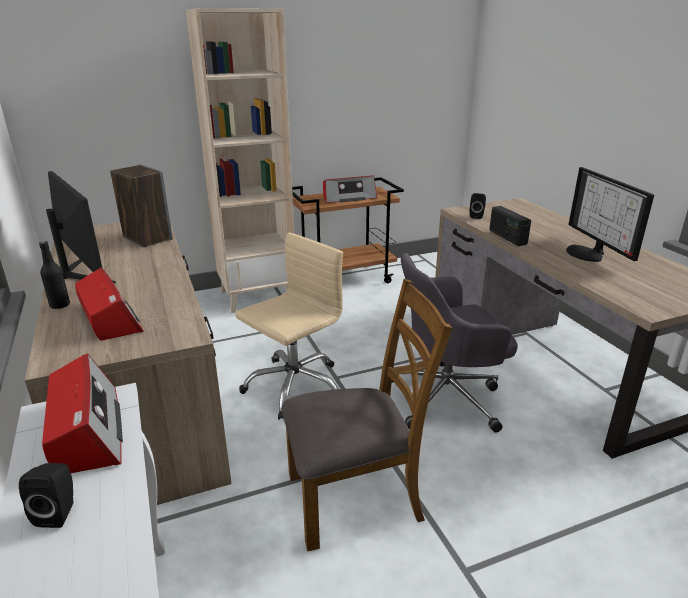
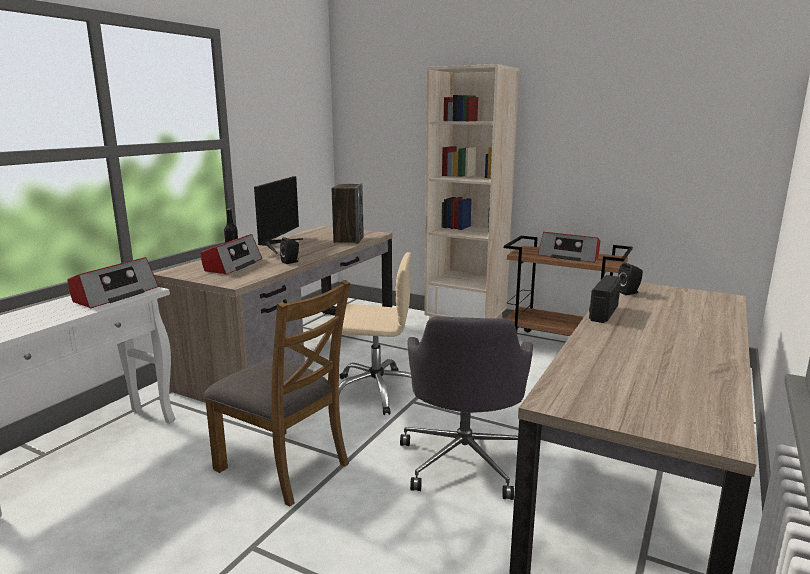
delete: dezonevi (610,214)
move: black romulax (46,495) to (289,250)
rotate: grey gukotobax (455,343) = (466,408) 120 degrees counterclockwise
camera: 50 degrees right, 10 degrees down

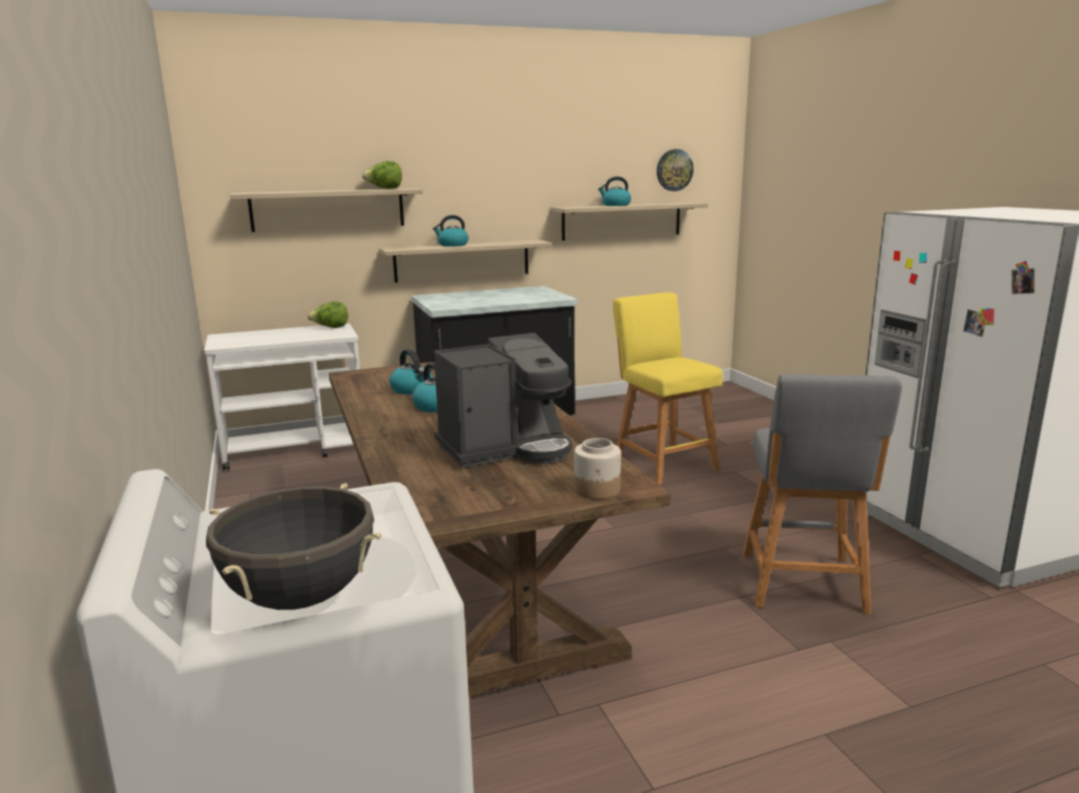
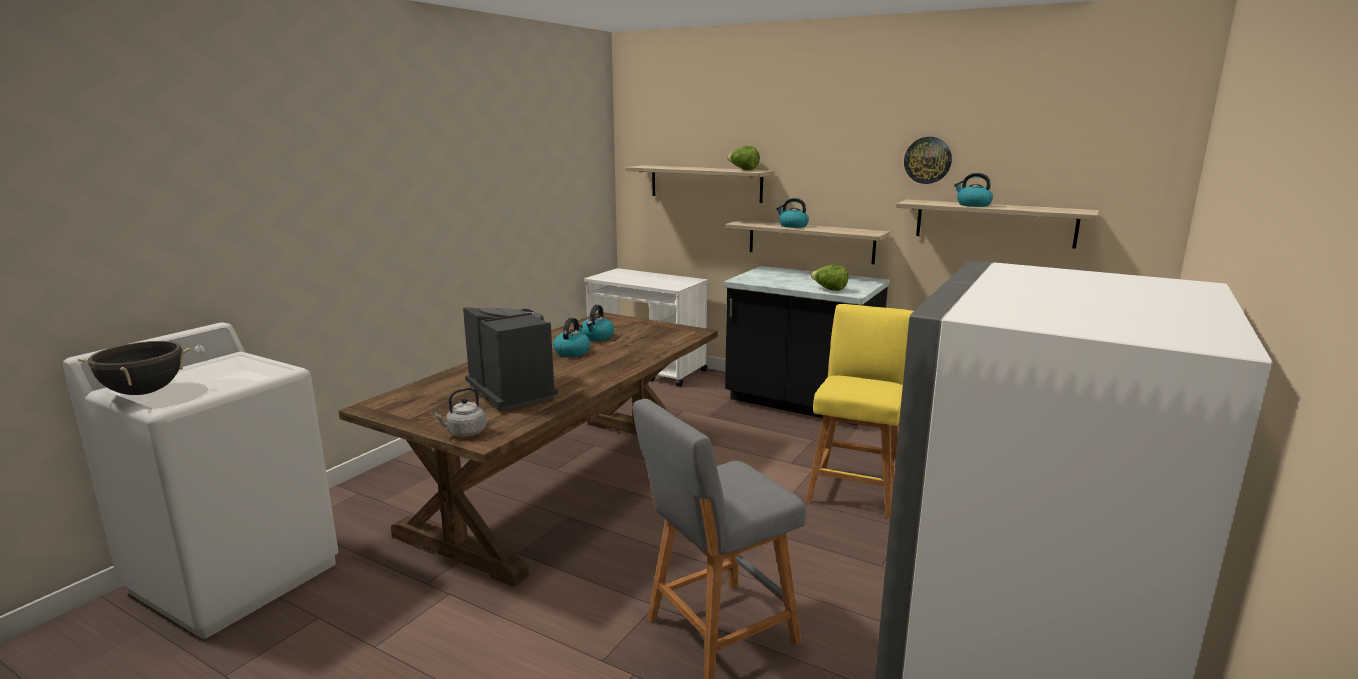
move: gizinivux (675,170) to (928,160); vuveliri (327,314) to (829,277)
replace: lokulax (597,469) to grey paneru (460,412)
rotate: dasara (503,400) = (510,359) 150 degrees counterclockwise
camera: 50 degrees right, 0 degrees up

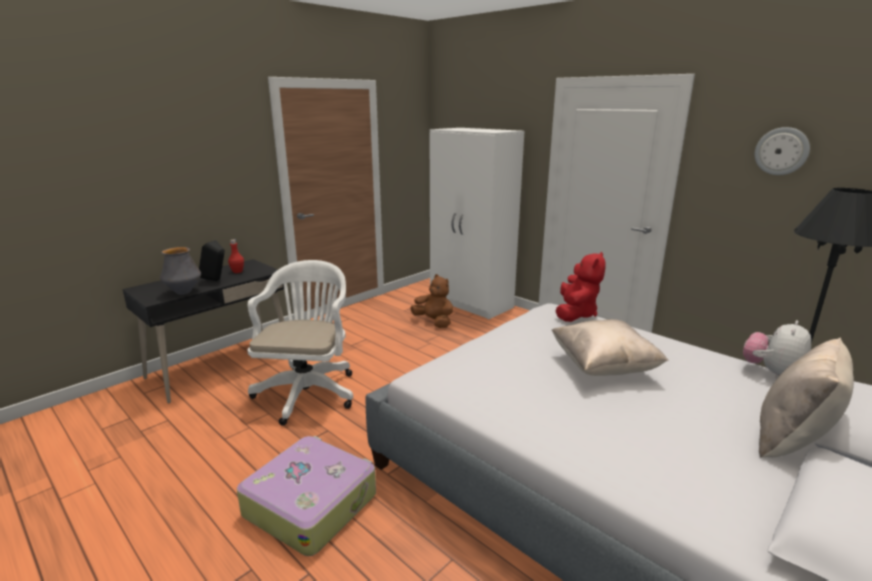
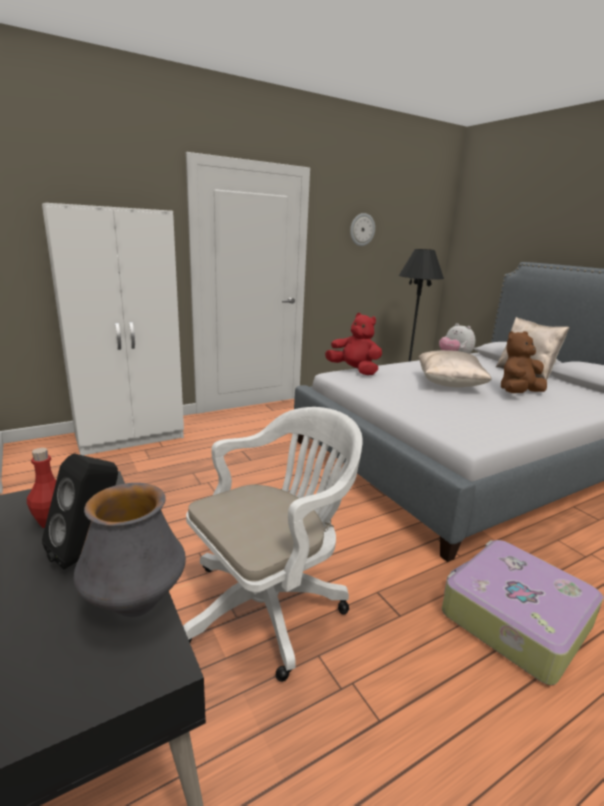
move: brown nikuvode (432,301) to (523,362)
rotate: white gukotobax (300,343) = (273,544) 120 degrees clockwise
camera: 75 degrees left, 0 degrees up

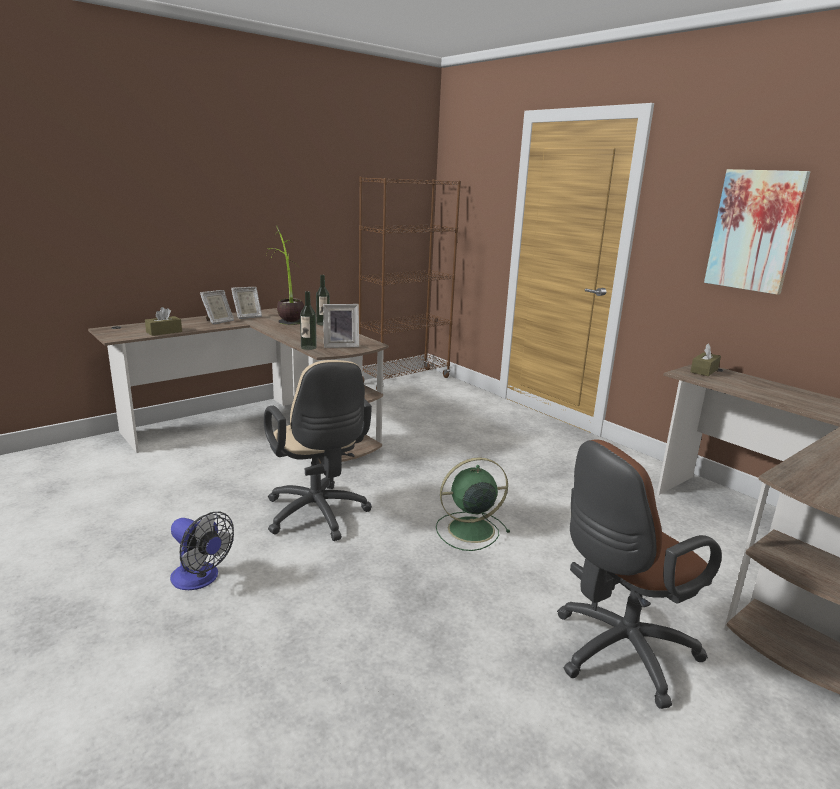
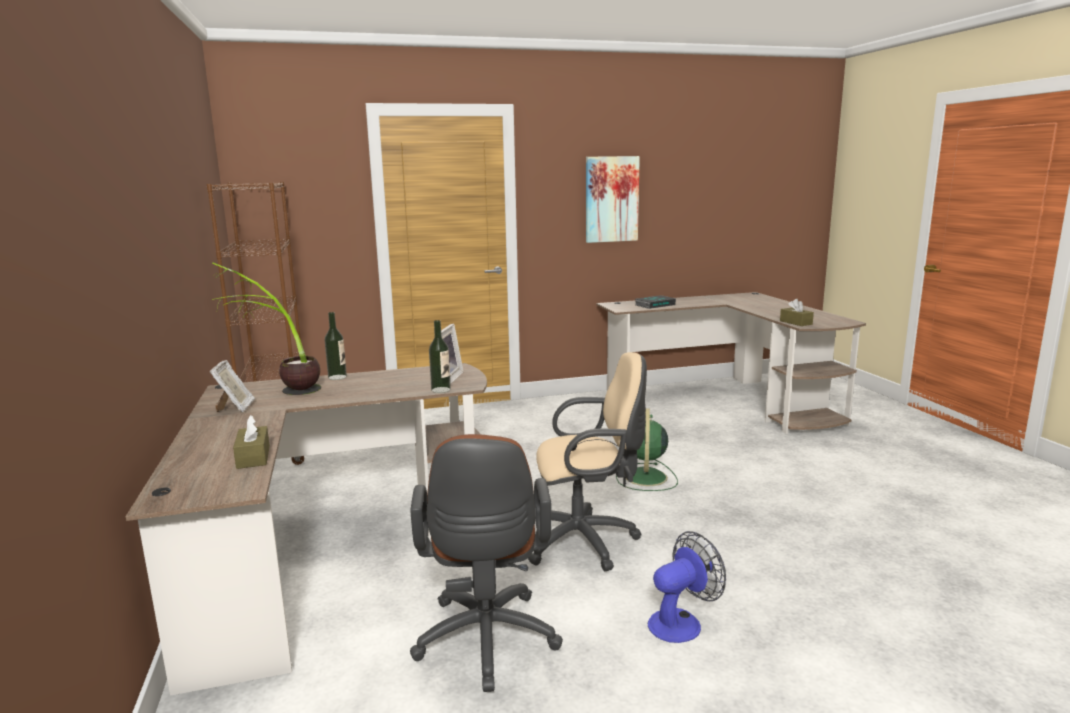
delete: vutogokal (217,307)
insert: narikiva (655,302)
move: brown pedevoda (705,359) to (797,312); brown gukotobax (639,574) to (486,563)
camera: 65 degrees left, 5 degrees down

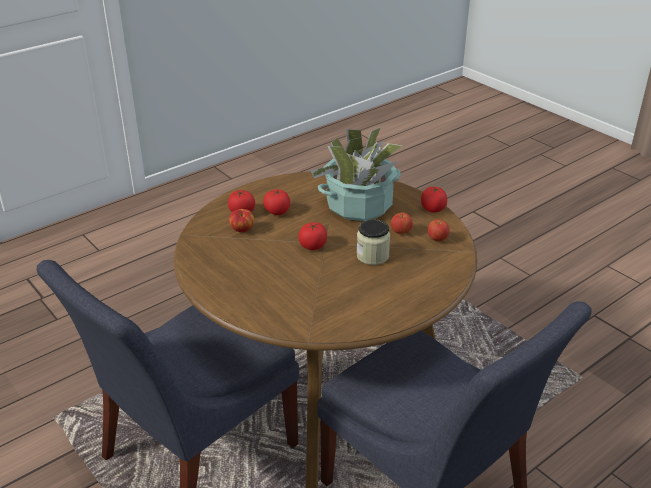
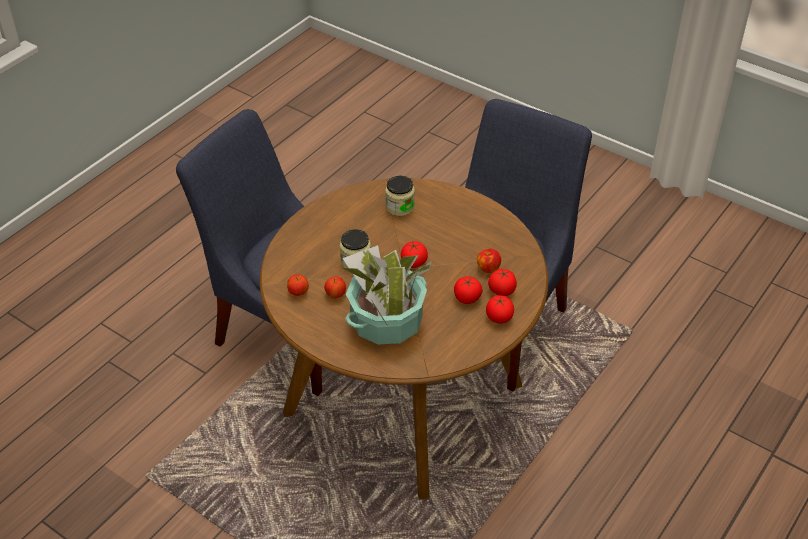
insert: lokulax (400,196)
move: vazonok (434,200) to (500,309)
camera: 165 degrees right, 10 degrees up

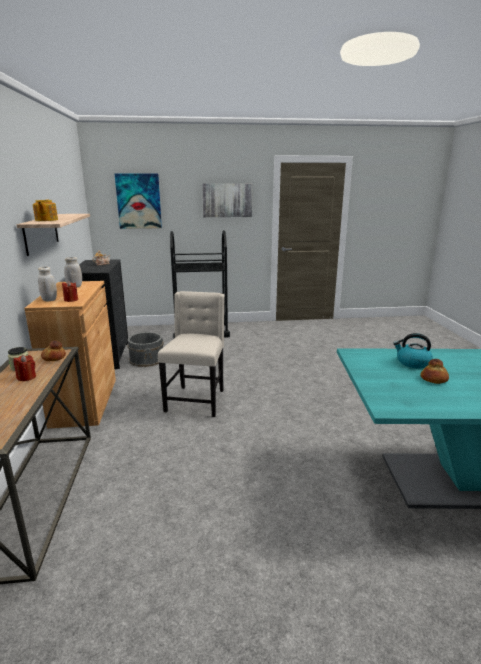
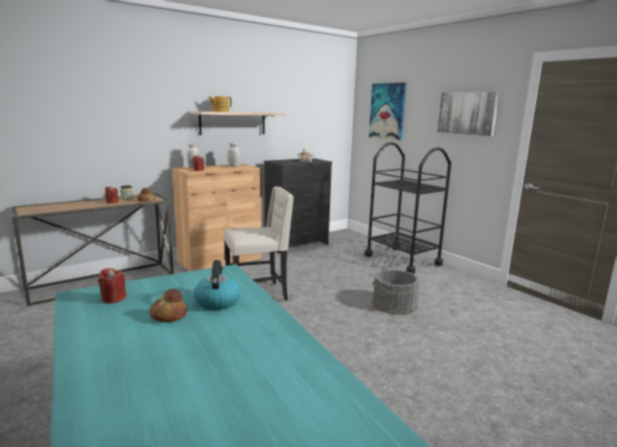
insert: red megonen (112,285)
move: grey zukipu (145,349) to (396,292)
camera: 60 degrees right, 5 degrees down

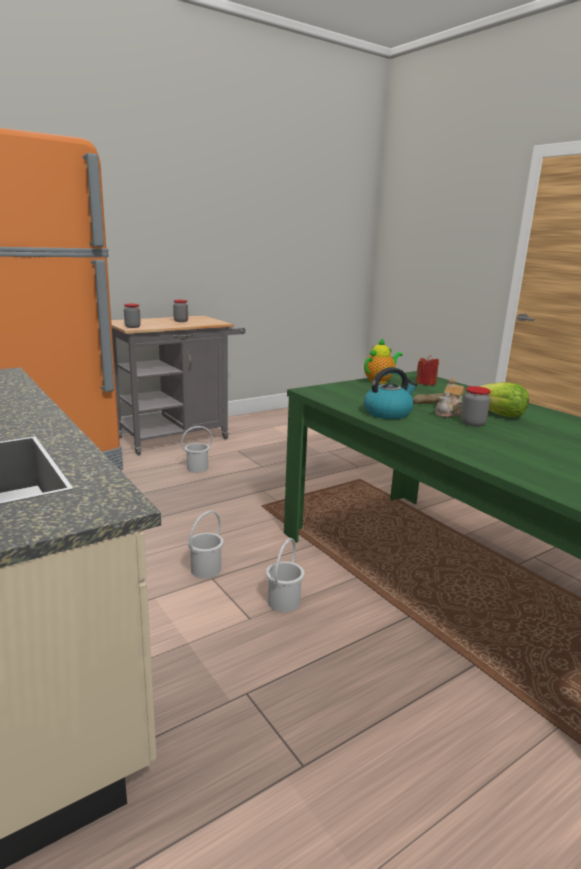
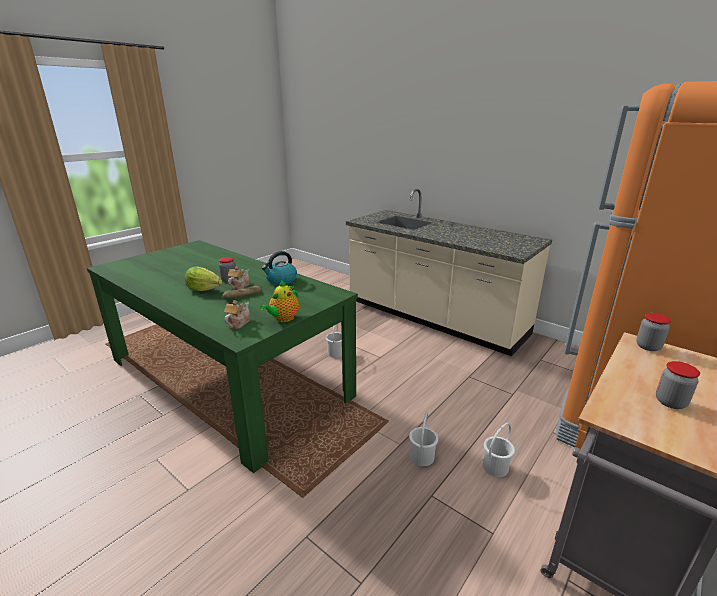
move: white zukipu (206,544) to (423,438)
replace: red megonen (427,370) to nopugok (237,314)
camera: 165 degrees right, 5 degrees up

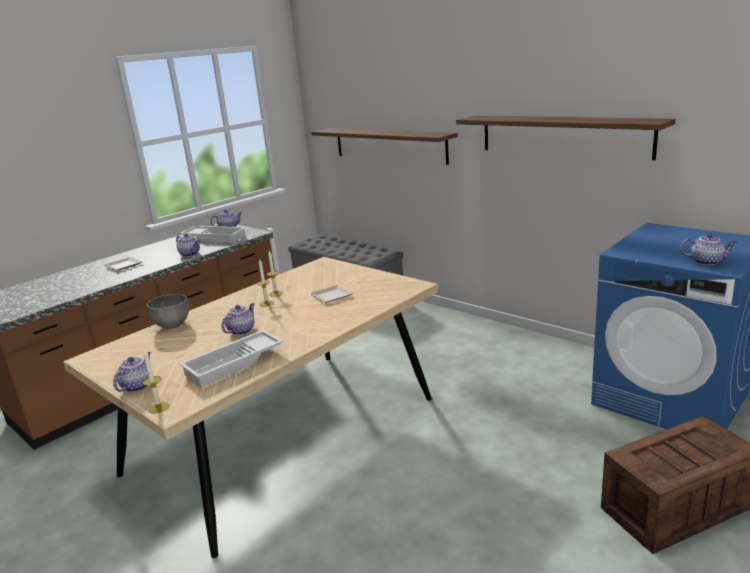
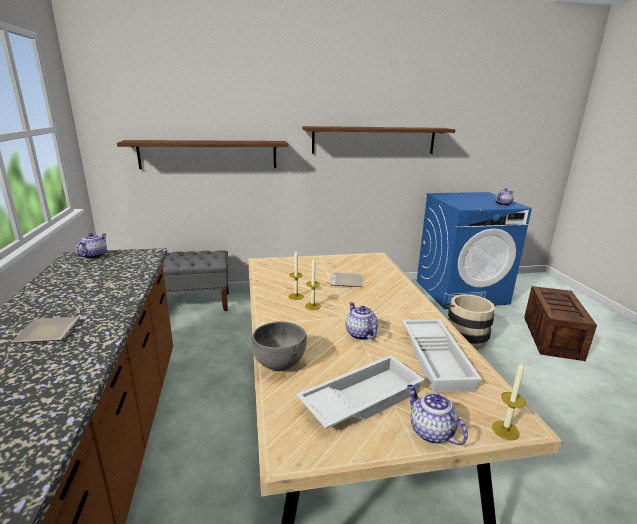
delete: nopugok (188,245)
insert: beige zukipu (468,321)
move: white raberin (213,234) to (360,392)
camera: 55 degrees left, 0 degrees up

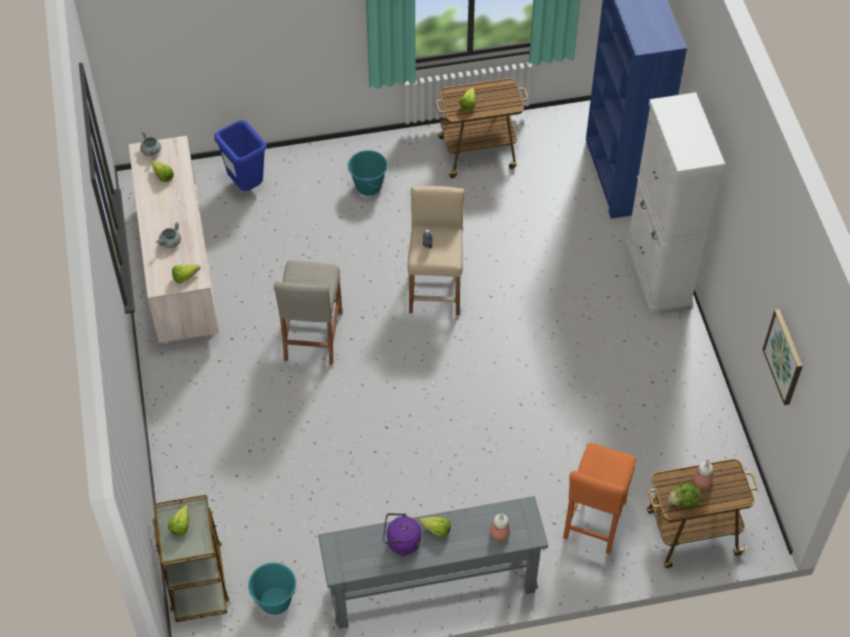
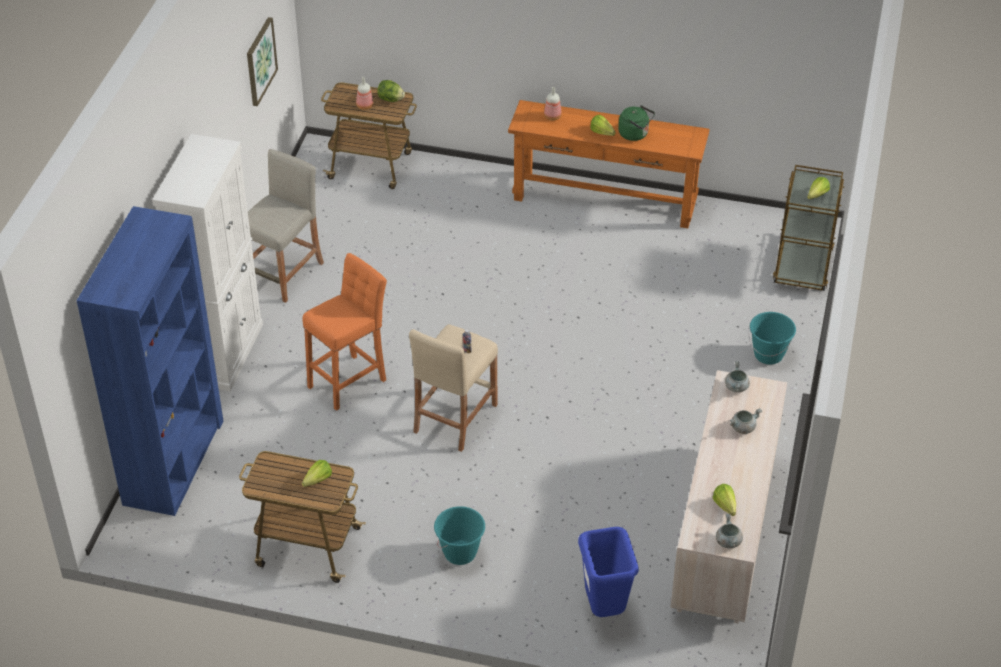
move: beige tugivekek (308,312) to (286,226); orange tugivekek (599,498) to (345,332); turquoise zukipu (273,589) to (772,338)
replace: vuveliri (186,274) to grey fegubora (737,376)
recolor: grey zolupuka (433,562) to orange zolupuka (609,164); purple paneru (402,535) to green paneru (636,123)
camera: 155 degrees left, 10 degrees down

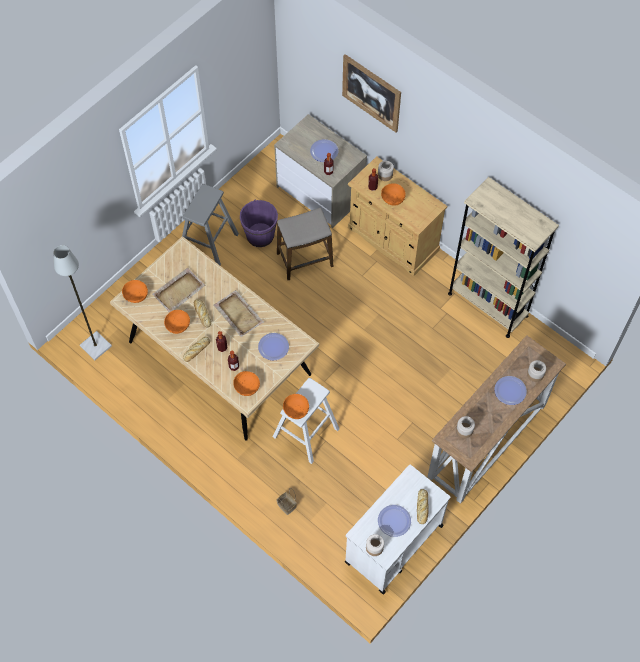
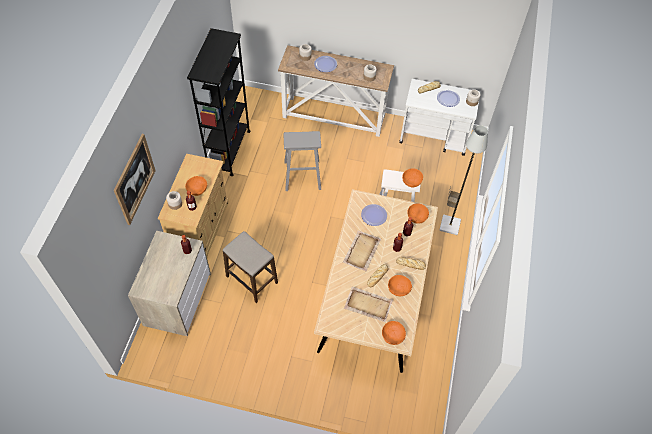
delete: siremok (324,150); purple zukipu (259,223)
move: grey tugivekek (210,225) to (302,161); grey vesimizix (82,302) to (463,180)
recolor: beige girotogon (503,257) to black girotogon (218,102)
camera: 120 degrees left, 5 degrees down

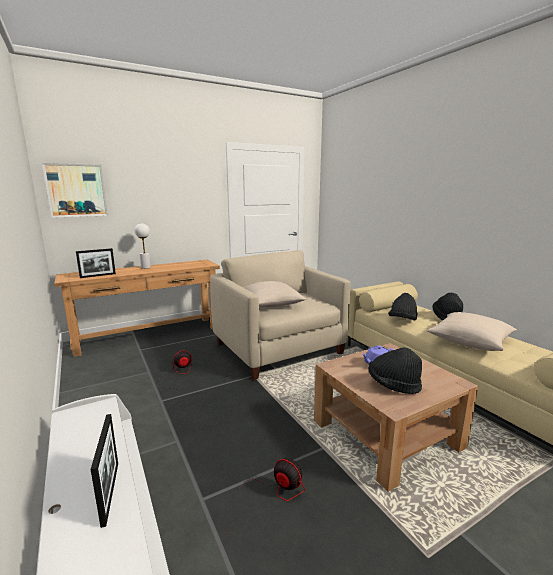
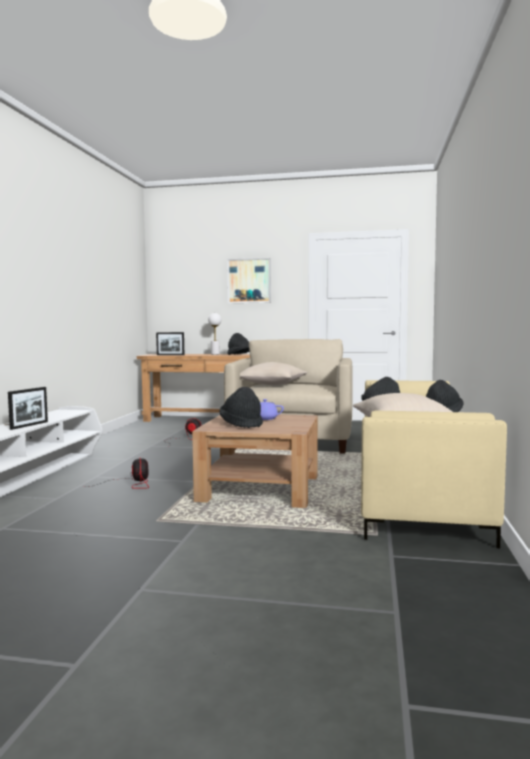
insert: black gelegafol (238,344)
move: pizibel (75,190) to (249,280)
camera: 40 degrees right, 10 degrees down

